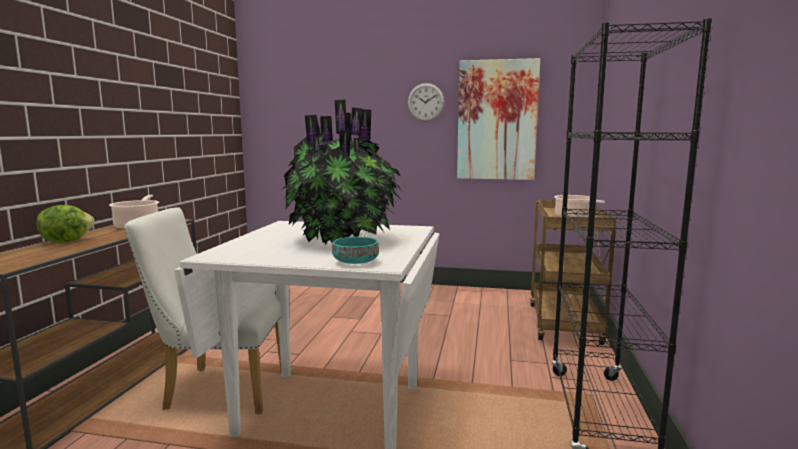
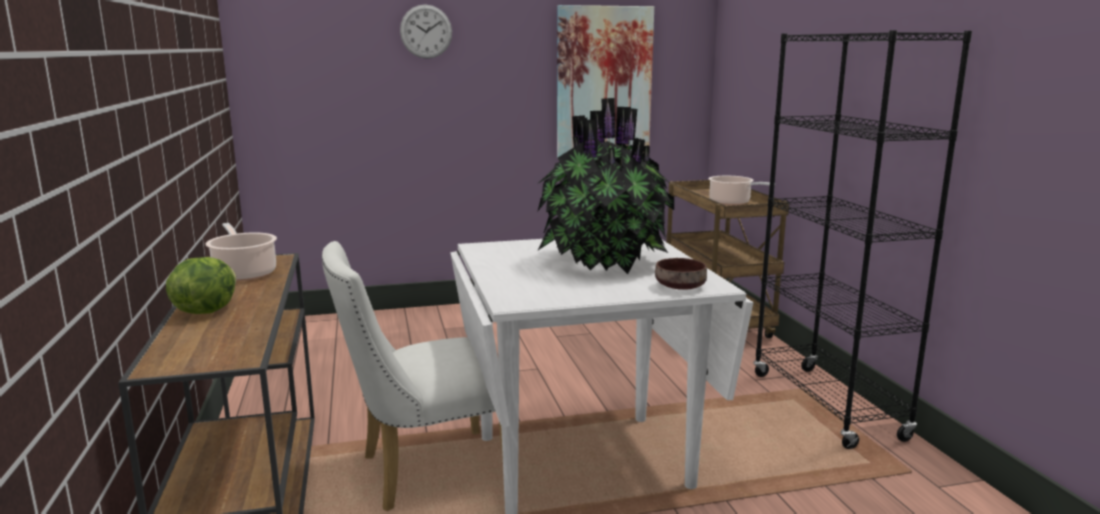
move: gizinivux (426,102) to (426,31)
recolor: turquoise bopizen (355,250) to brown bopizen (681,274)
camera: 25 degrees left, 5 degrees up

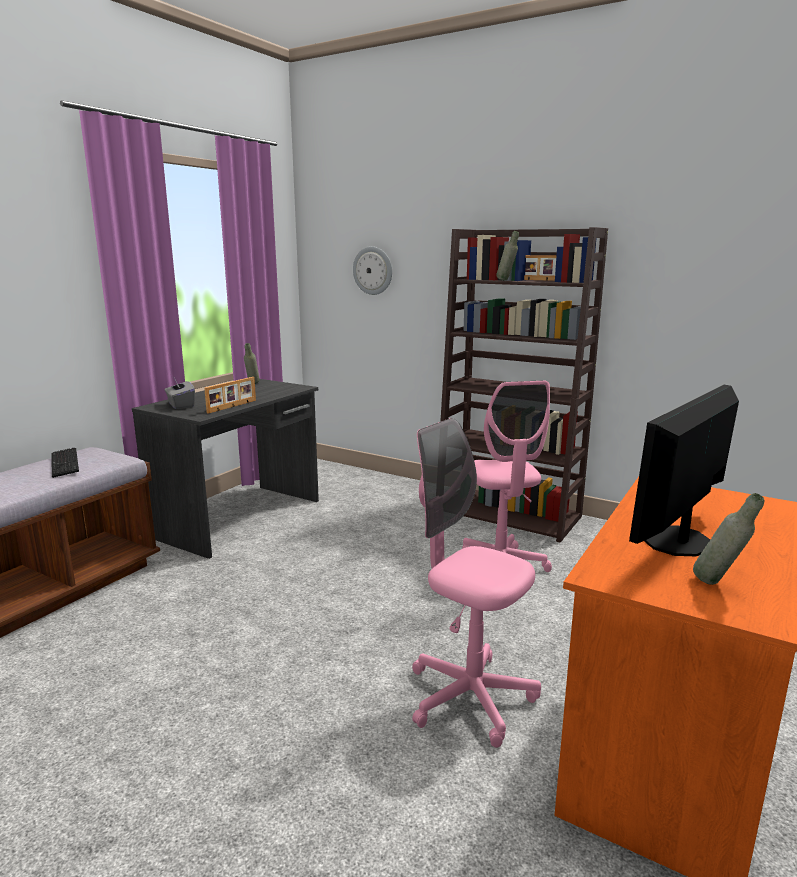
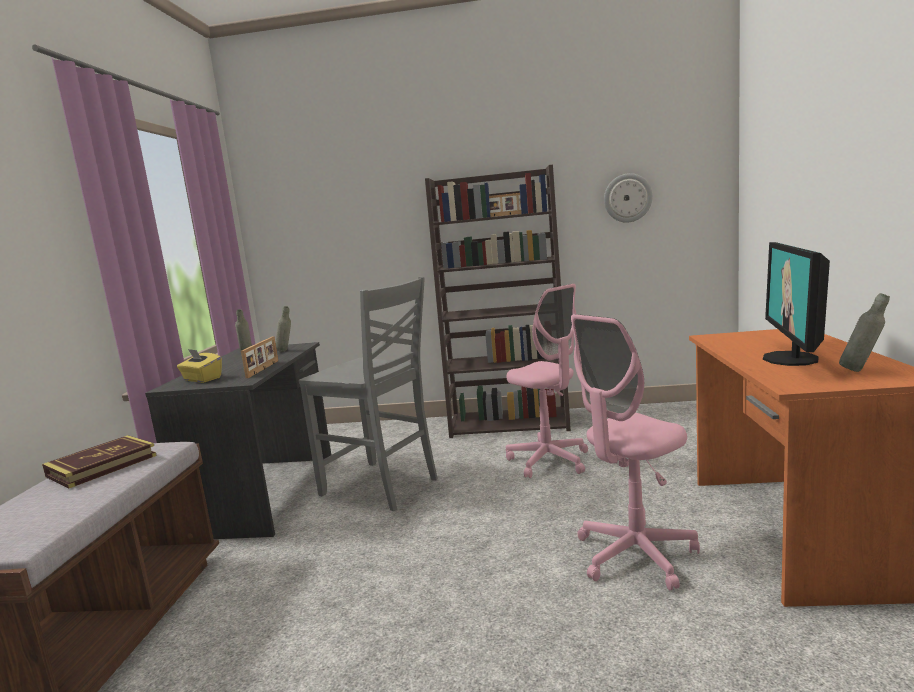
insert: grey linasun (368,394)
move: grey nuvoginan (507,256) to (283,329); gizinivux (372,270) to (628,198)
replace: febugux (65,463) to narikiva (99,461)
recolor: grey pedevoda (180,393) to yellow pedevoda (199,366)
rotate: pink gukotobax (476,583) = (635,452) 45 degrees counterclockwise
camera: 25 degrees left, 5 degrees down

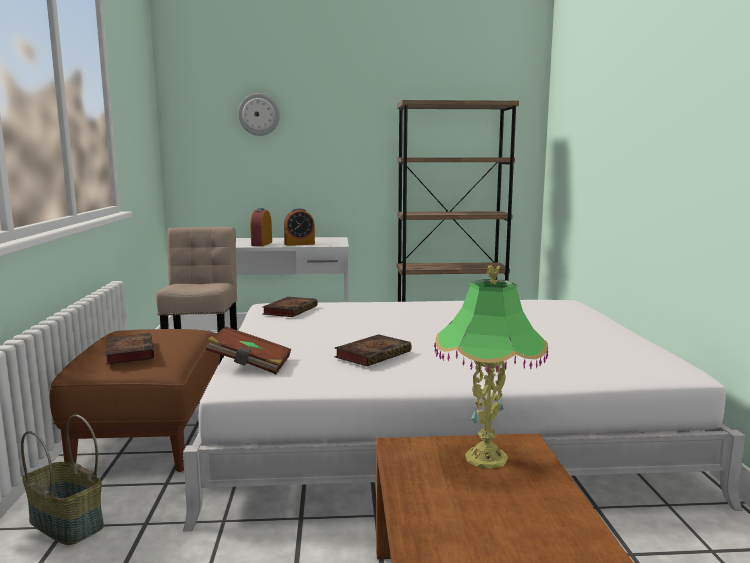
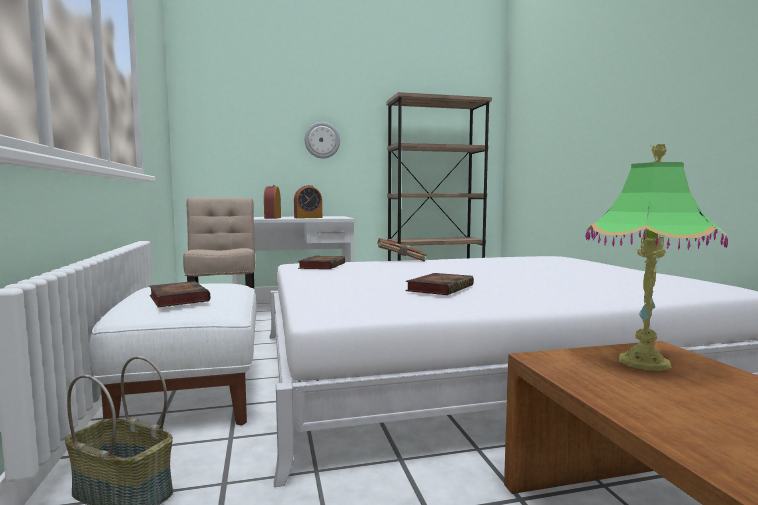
move: gizinivux (259,114) to (322,140); brown narikiva (248,350) to (402,250)
recolor: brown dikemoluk (135,400) to white dikemoluk (173,354)
camera: 10 degrees left, 5 degrees down

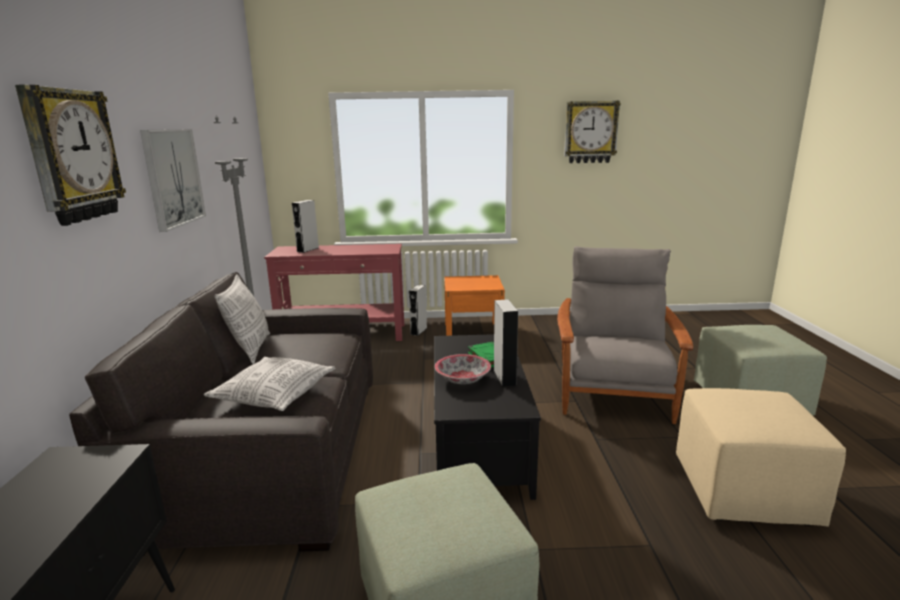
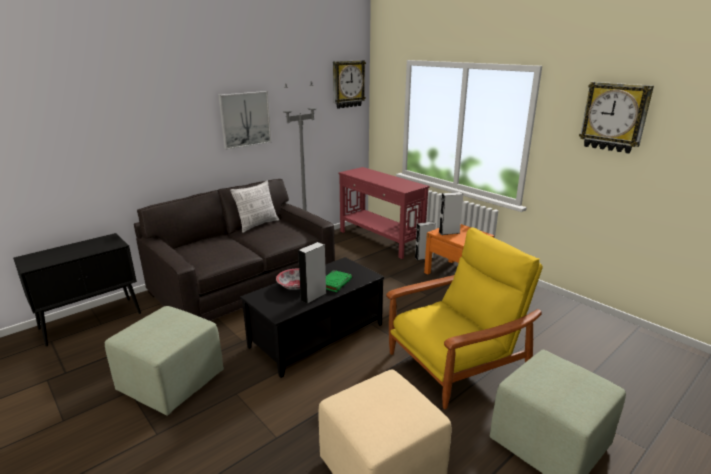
delete: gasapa (269,384)
move: gizinivux (70,155) to (349,84); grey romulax (305,226) to (451,213)
recolor: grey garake (625,335) to yellow garake (464,318)
camera: 50 degrees right, 5 degrees up

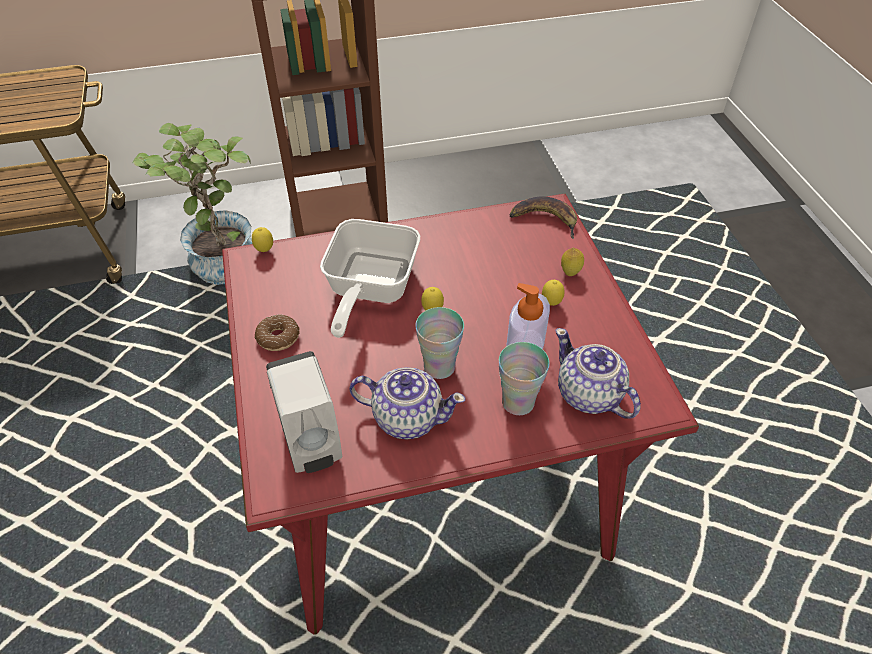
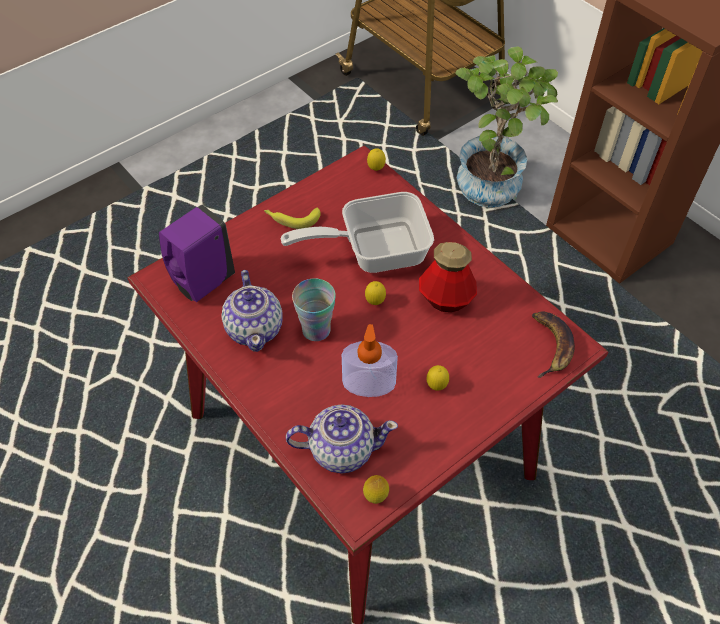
delete: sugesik (524,378)
insert: nuvoginan (448,277)
move: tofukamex (572,262) to (376,489)
replace: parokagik (277,332) to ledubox (292,218)
recolor: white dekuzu (304,412) to purple dekuzu (197,253)
rotate: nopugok (598,373) = (342,439) 60 degrees clockwise
camera: 65 degrees right, 5 degrees up

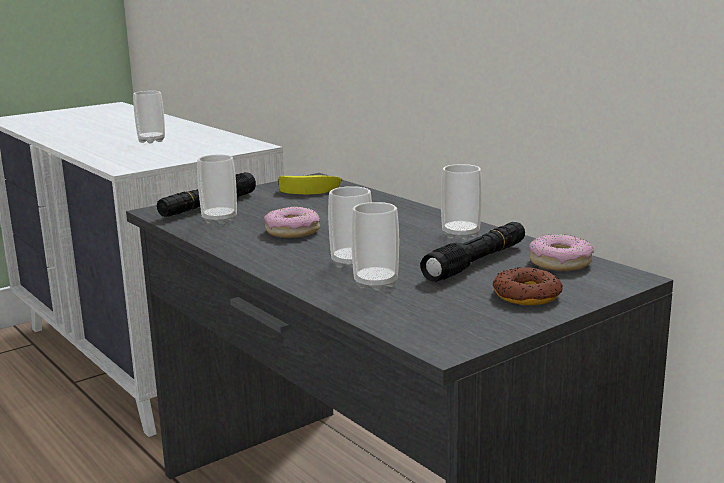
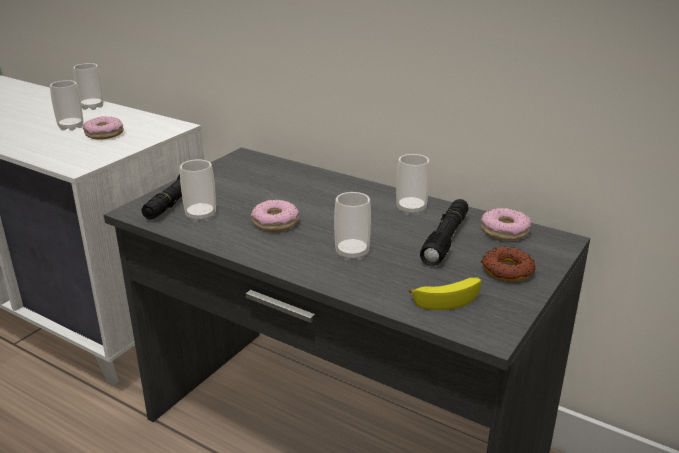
insert: parokagik (103,127)
move: ledubox (310,184) to (444,293); sugesik (375,246) to (88,86)
camera: 20 degrees left, 10 degrees up

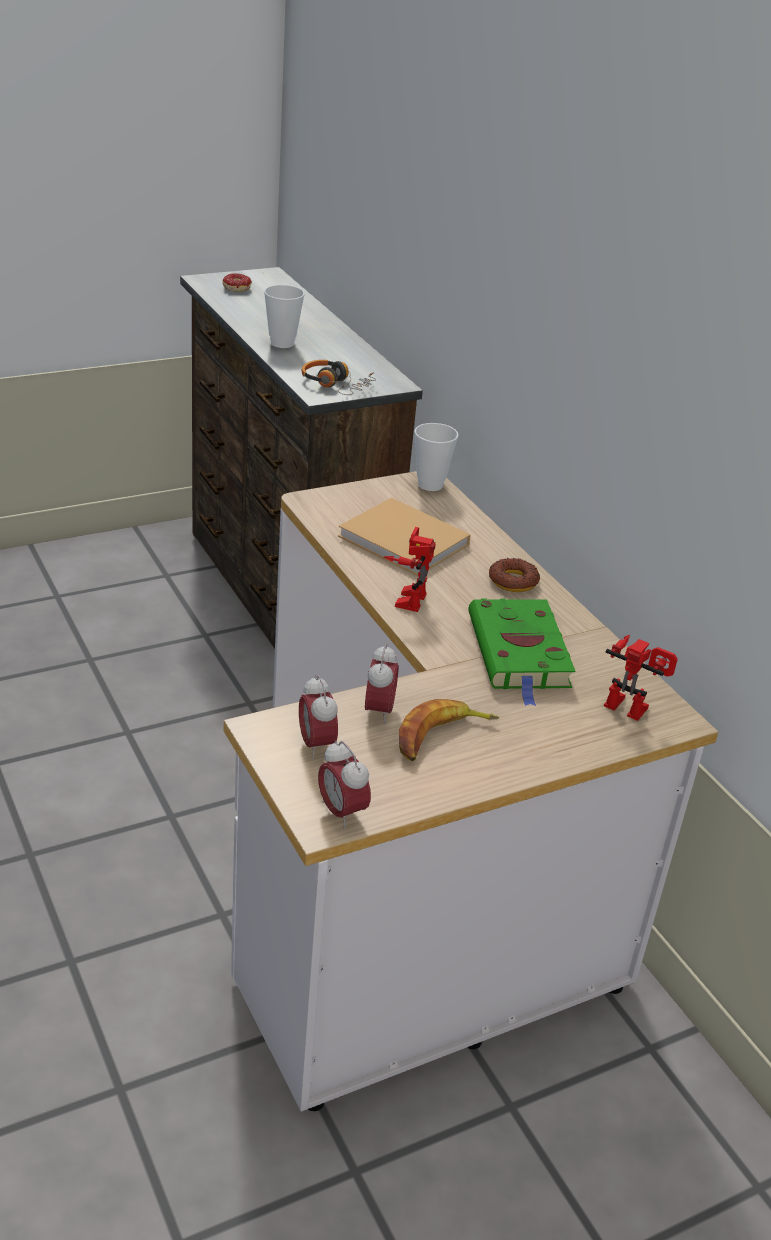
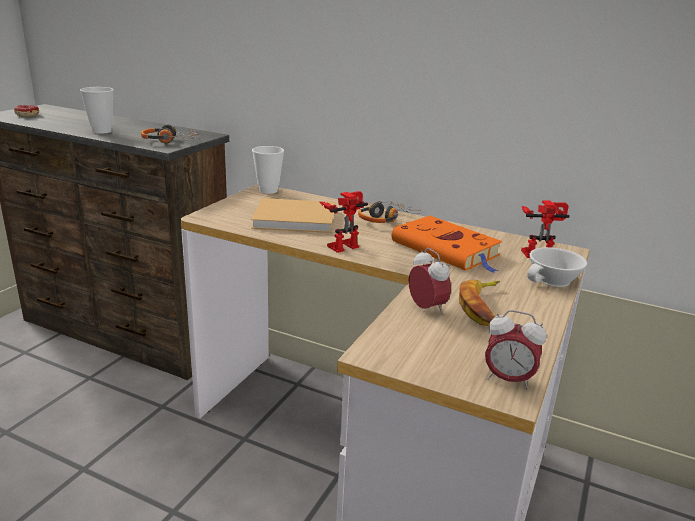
delete: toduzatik (318,717)
insert: white sugesik (557,267)
replace: parokagik (514,575) to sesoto (390,212)
recolor: green narikiva (521,652) to orange narikiva (446,244)
rotate: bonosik (410,569) = (344,222) 75 degrees clockwise
camera: 35 degrees left, 10 degrees down

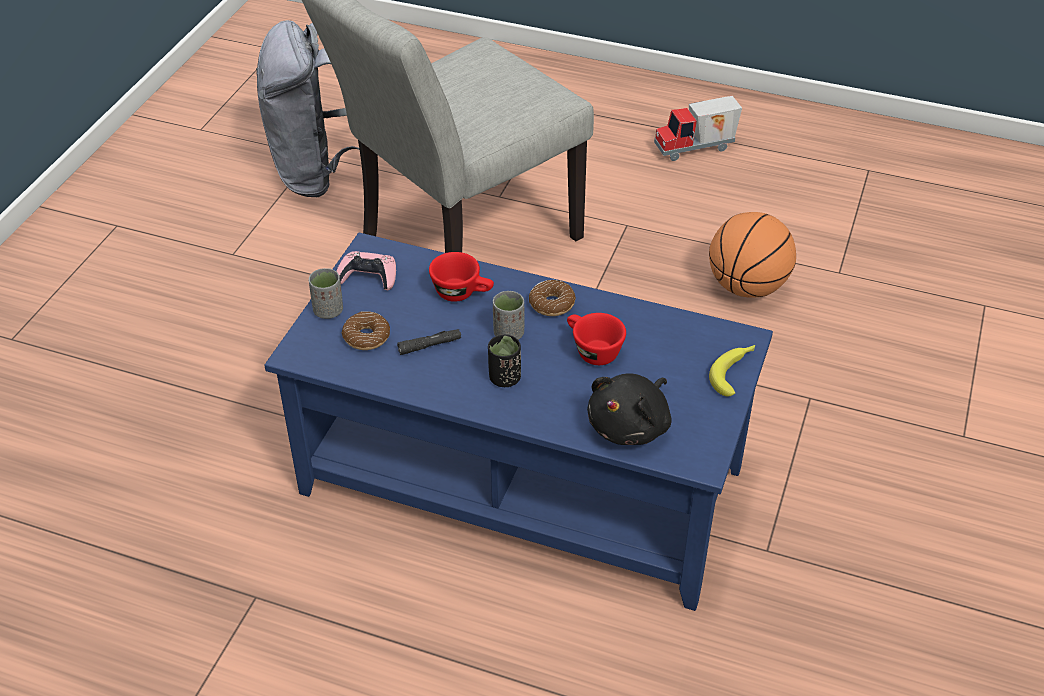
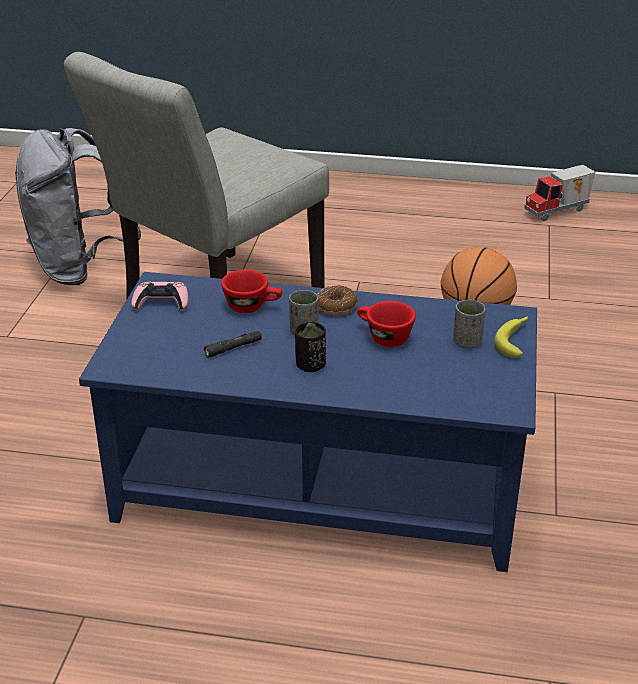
delete: parokagik (366,330); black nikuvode (629,409)
move: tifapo (698,128) to (559,193); grey sugesik (326,293) to (469,324)
camera: 10 degrees left, 10 degrees down

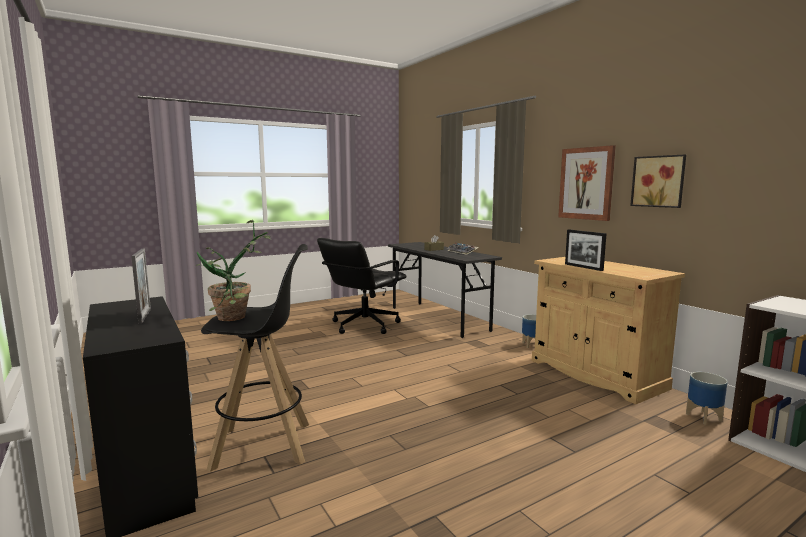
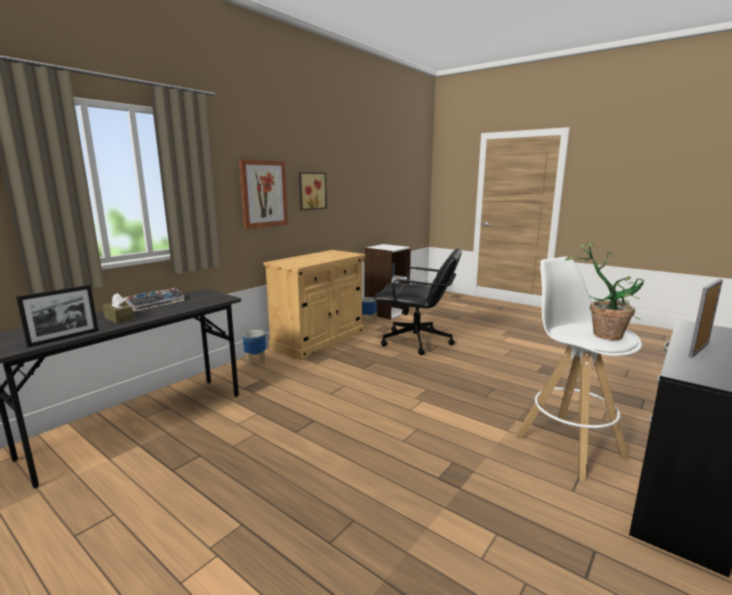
move: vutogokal (586,250) to (57,316); black gukotobax (362,286) to (417,301)
recolor: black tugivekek (255,358) to white tugivekek (579,369)
camera: 110 degrees left, 5 degrees up

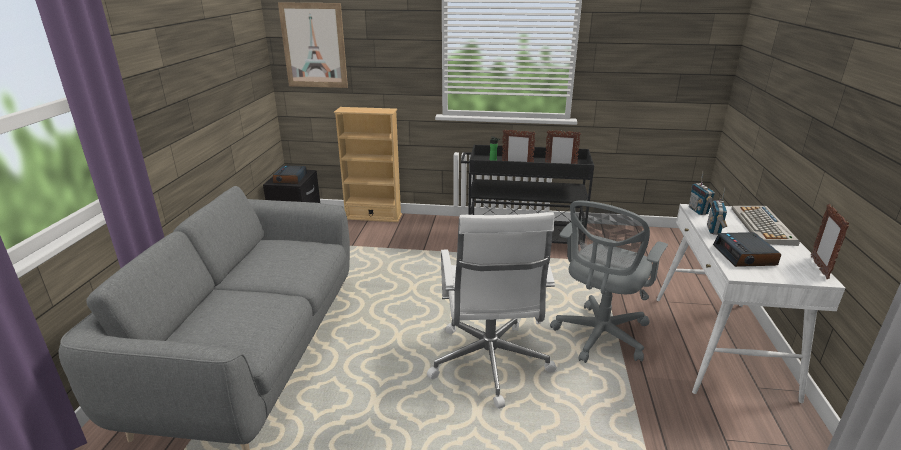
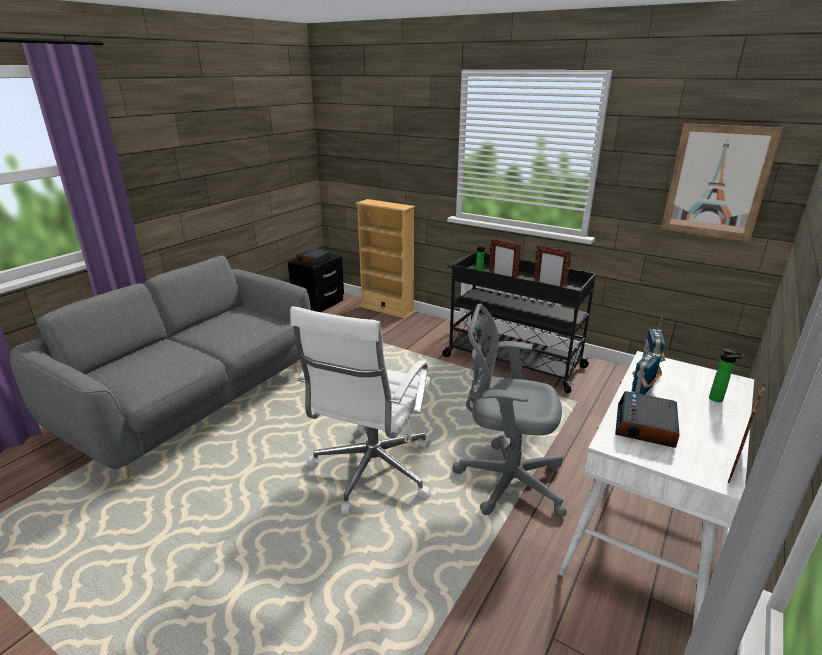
move: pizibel (313,45) to (722,182)
replace: febugux (765,226) to nuvoginan (726,375)
rotate: grey gukotobax (609,282) = (509,411) 45 degrees clockwise
camera: 25 degrees right, 0 degrees up

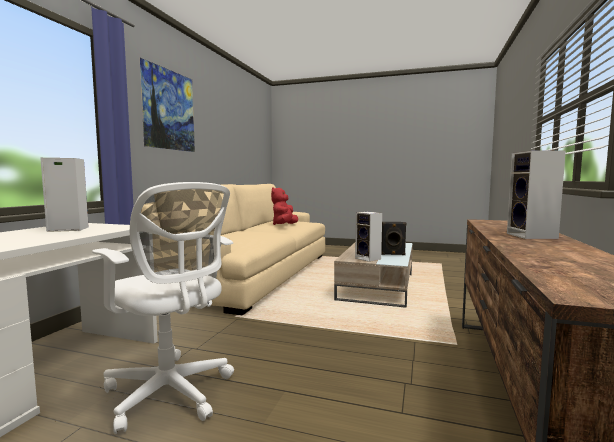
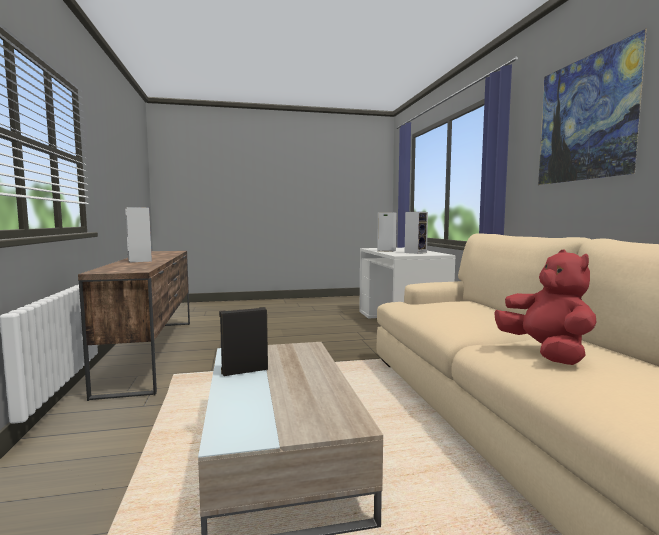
delete: white gukotobax (163,308)
move: romulax (368,237) to (387,232)
camera: 150 degrees right, 0 degrees up

